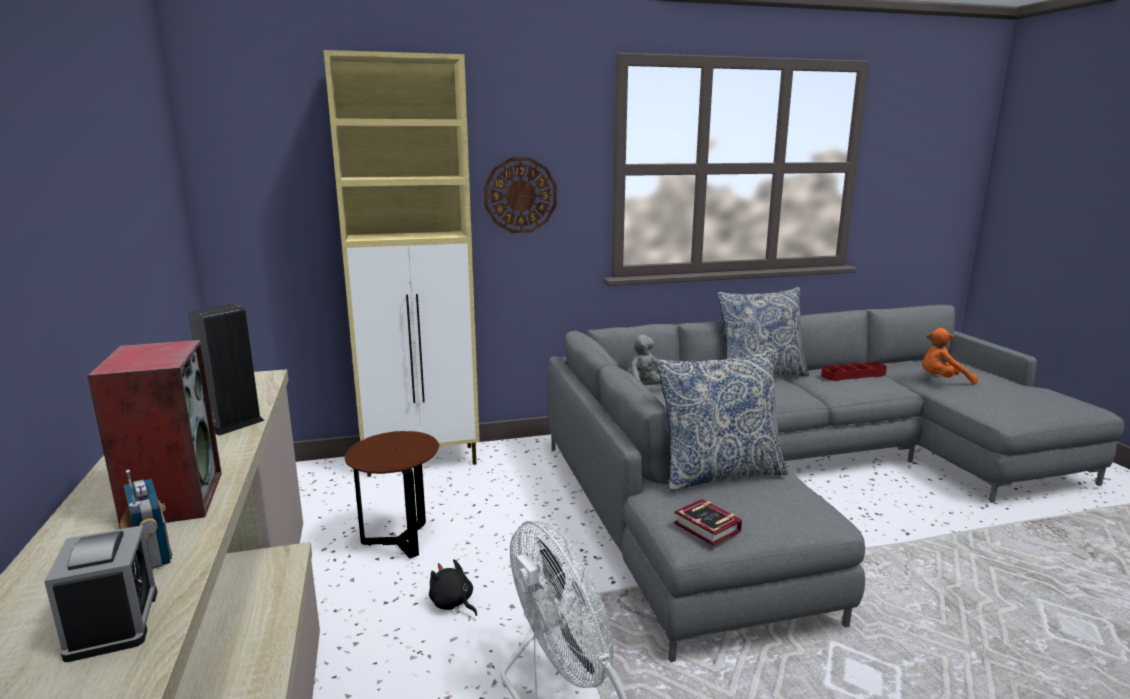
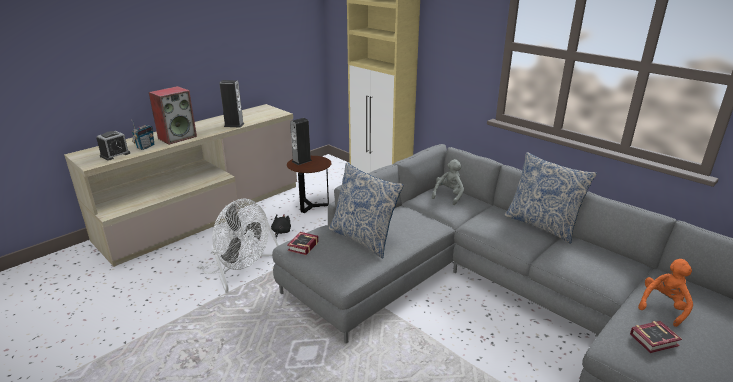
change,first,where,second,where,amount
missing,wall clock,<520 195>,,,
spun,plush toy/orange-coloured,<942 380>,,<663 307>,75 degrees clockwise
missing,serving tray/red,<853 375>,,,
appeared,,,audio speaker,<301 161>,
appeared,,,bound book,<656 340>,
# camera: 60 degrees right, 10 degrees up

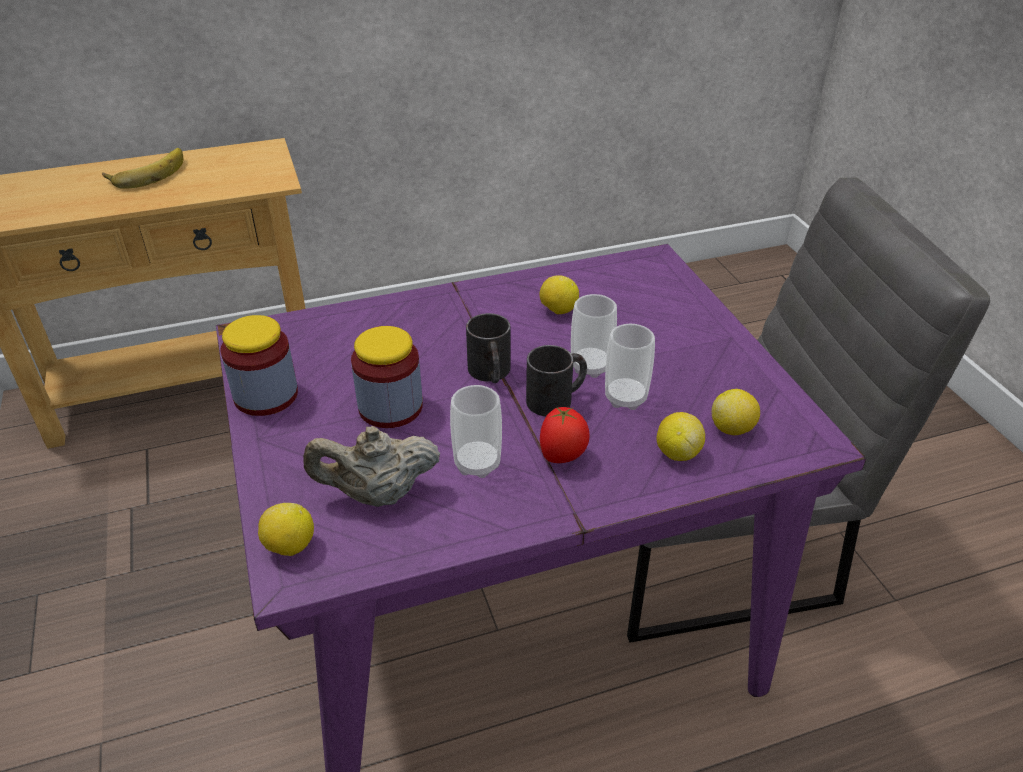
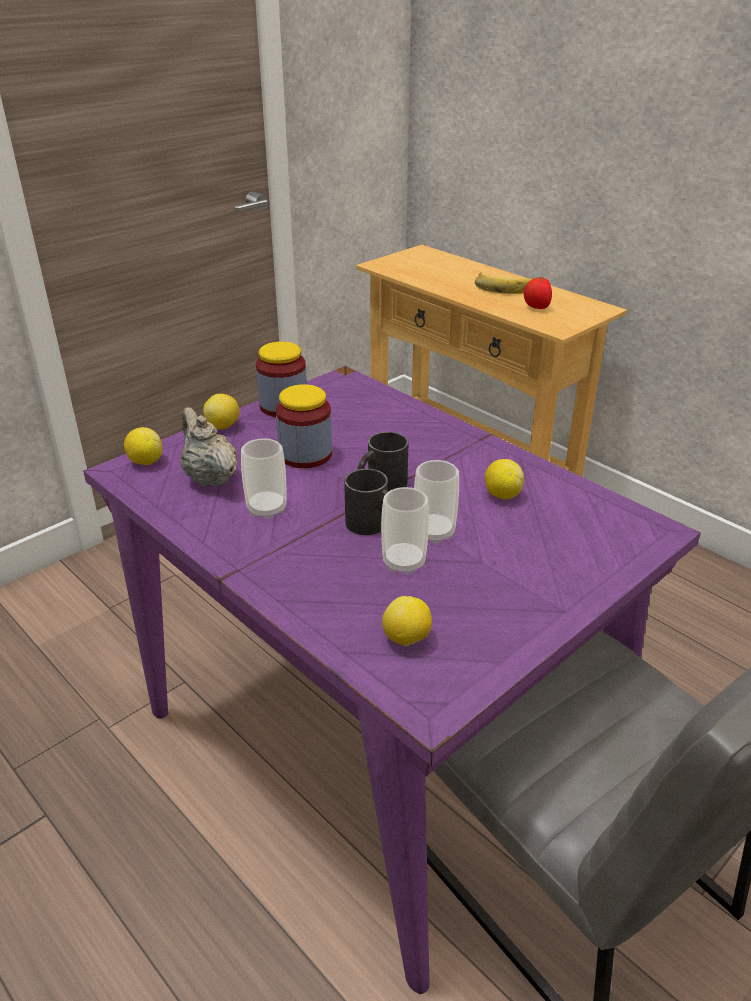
change,first,where,second,where,amount
relocated,fresh tomato,<563 457>,,<536 308>,
relocated,whole lemon,<677 453>,,<223 426>,
# camera: 65 degrees right, 5 degrees down

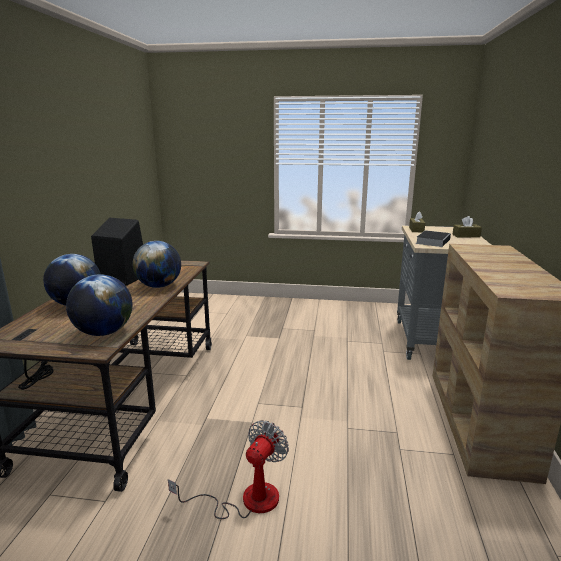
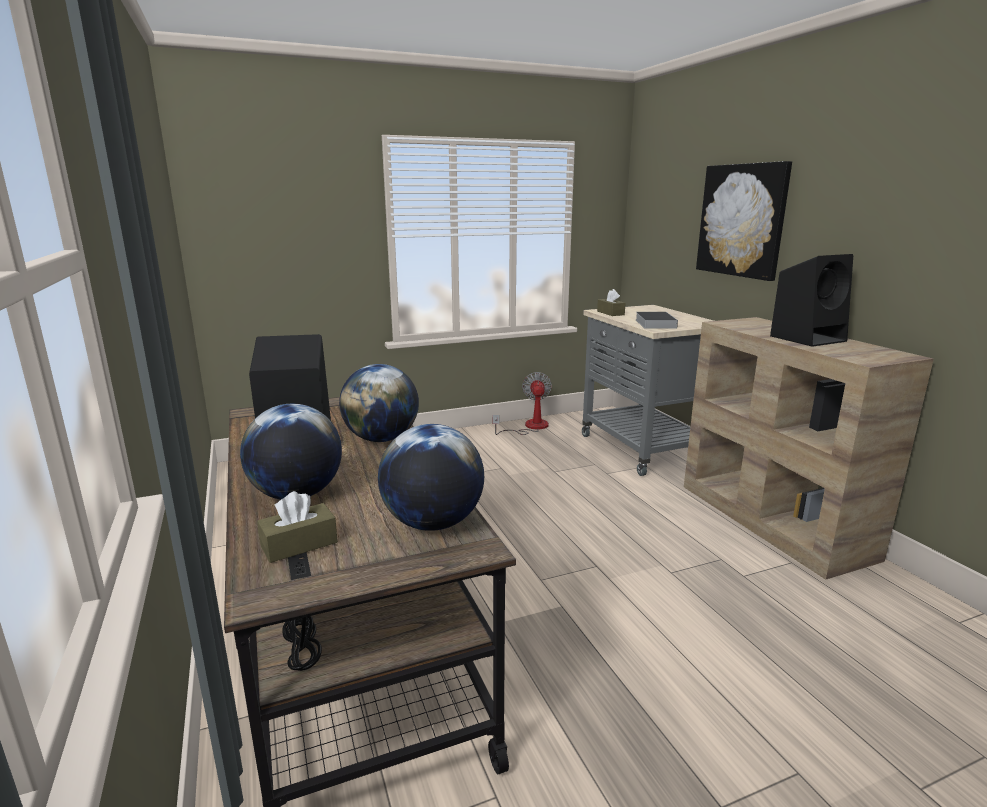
change,first,where,second,where,amount
relocated,tissue box/brown-coloured,<466 236>,,<299 544>,
relocated,cooling fan,<246 500>,,<529 427>,
appeared,,,wall picture,<742 220>,
appeared,,,audio speaker/black,<808 338>,
# camera: 30 degrees left, 0 degrees up

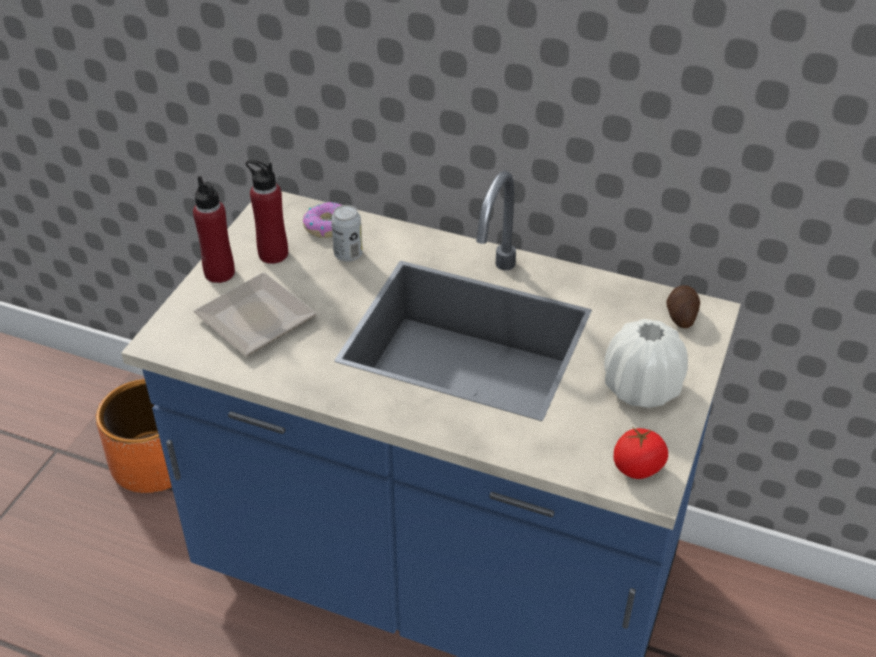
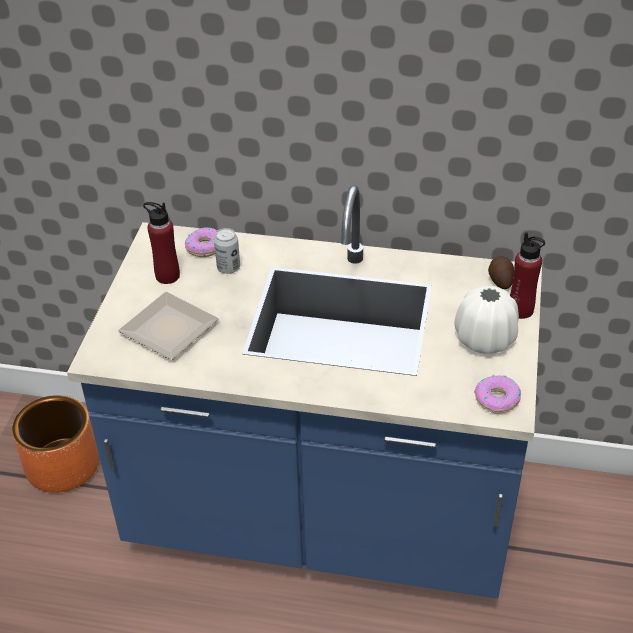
change,first,where,second,where,amount
relocated,drink bottle/red,<219 273>,,<520 310>,
exchanged,fresh tomato,<638 467>,donut,<497 399>,
# camera: 10 degrees left, 0 degrees up

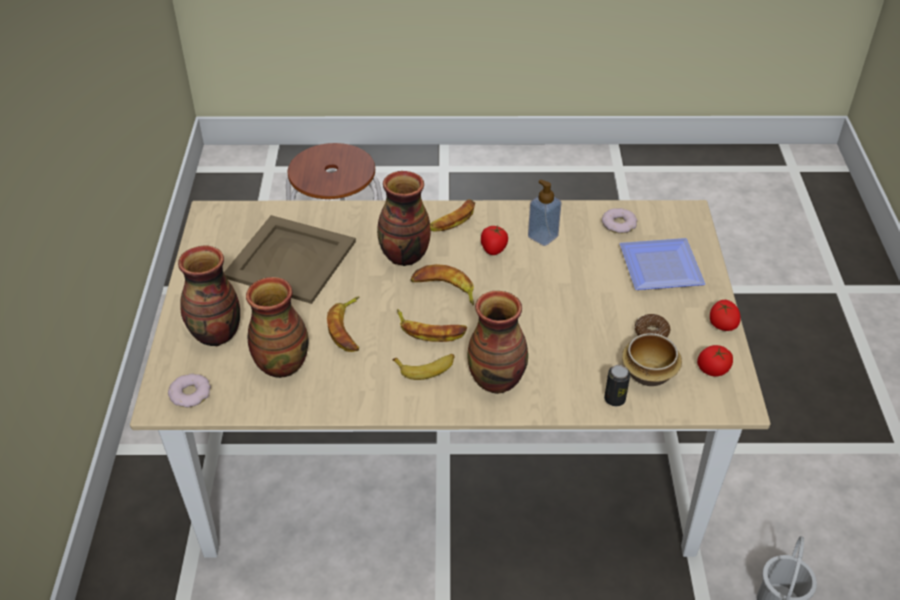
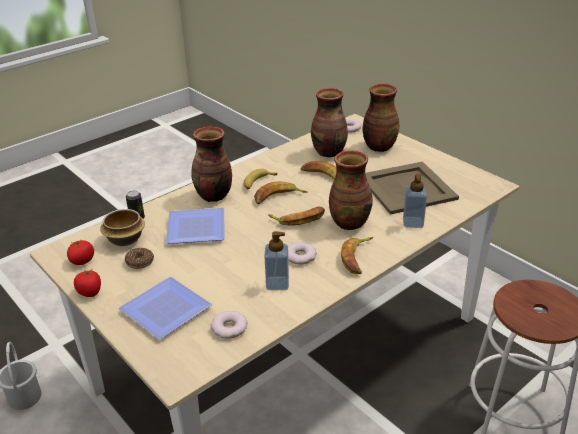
change,first,where,second,where,amount
exchanged,fresh tomato,<493 249>,donut,<300 256>,
appeared,,,soap bottle,<413 222>,
appeared,,,flat dish,<198 227>,
# camera: 140 degrees right, 10 degrees down

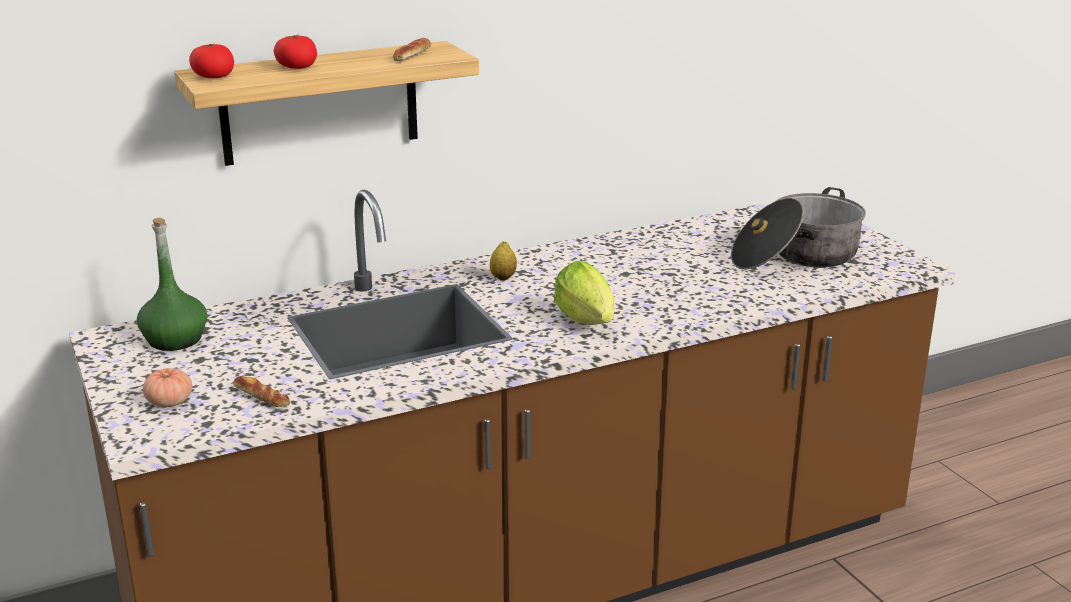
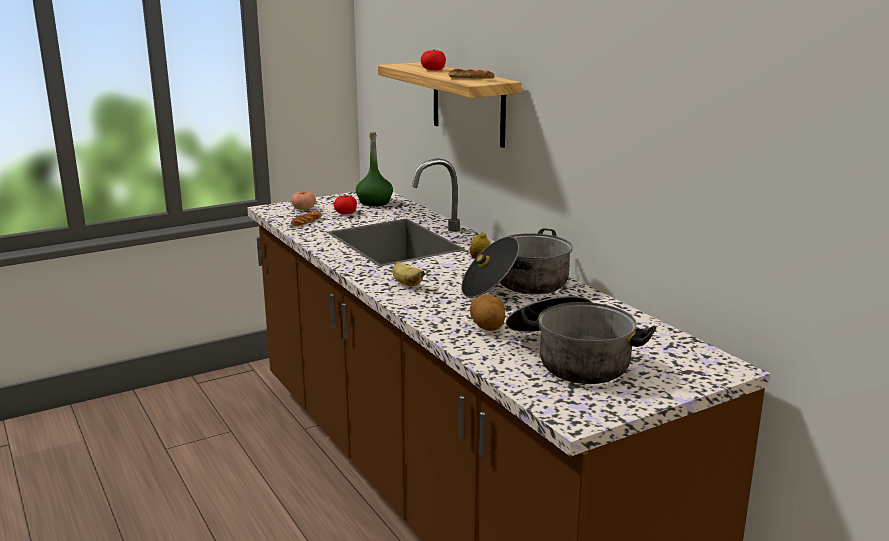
change,first,where,second,where,amount
relocated,fresh tomato,<214 76>,,<345 213>,
exchanged,head of lettuce,<588 323>,whole banana,<406 284>,
appeared,,,cooking pot,<516 286>,
appeared,,,potato,<487 327>,
# camera: 85 degrees right, 5 degrees down

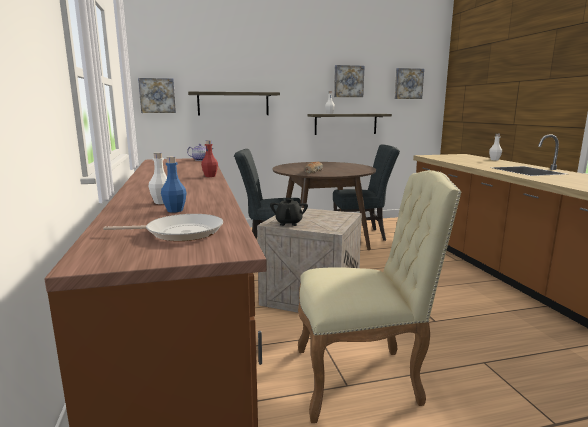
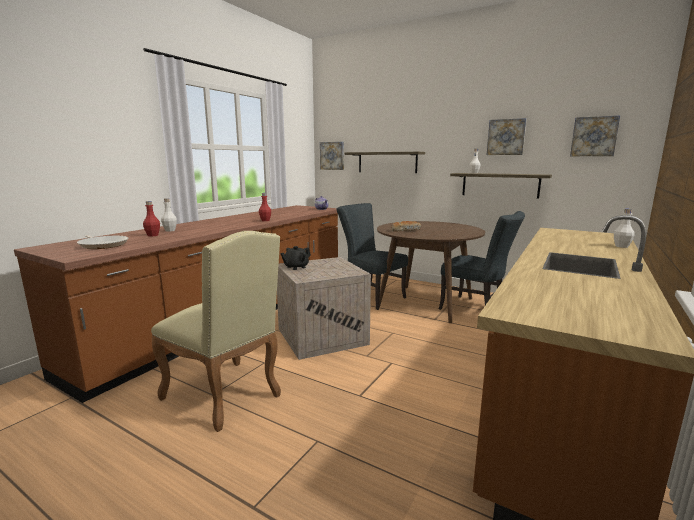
change,first,where,second,where,amount
colour,drink bottle/blue-coloured,<175 210>,drink bottle/red,<153 235>,
# camera: 45 degrees right, 0 degrees up

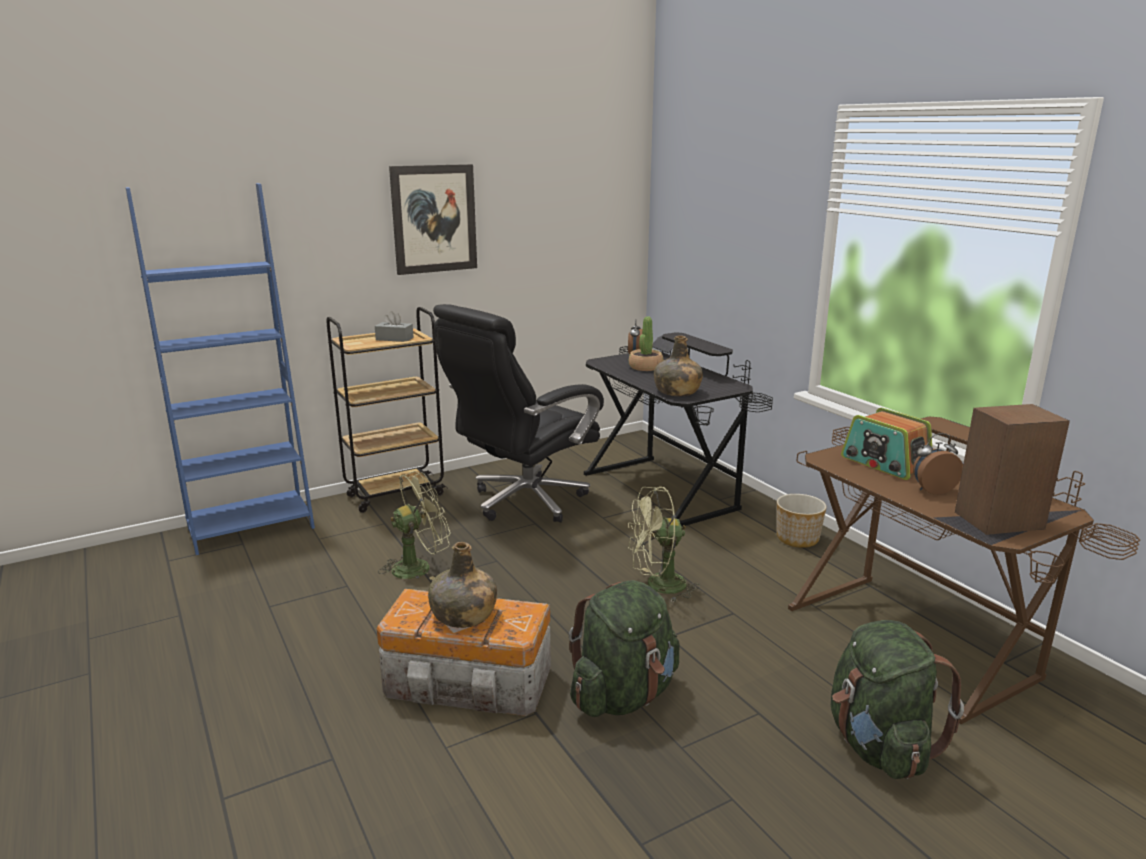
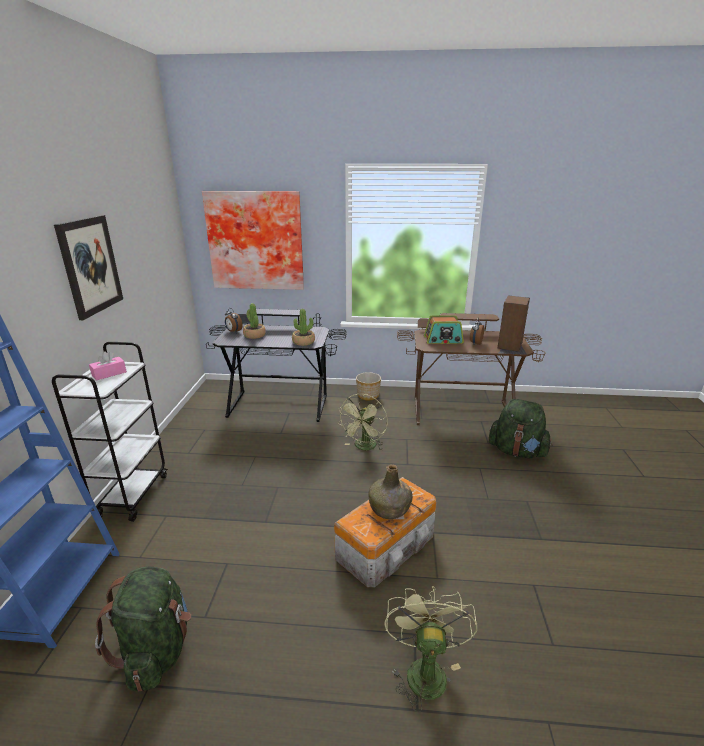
change,first,where,second,where,amount
missing,computer chair/black,<523 503>,,,
colour,wheeled cart/brown-coloured,<396 494>,wheeled cart/white,<133 495>,
colour,tissue box/greyish,<394 339>,tissue box/pinkish,<109 374>,
exchanged,drink bottle/green,<677 392>,potted plant,<303 342>,
relocated,cooling fan/green,<418 566>,,<424 669>,
relocated,knapsack/green,<623 695>,,<157 650>,
appeared,,,wall picture,<256 241>,
# camera: 55 degrees left, 5 degrees up

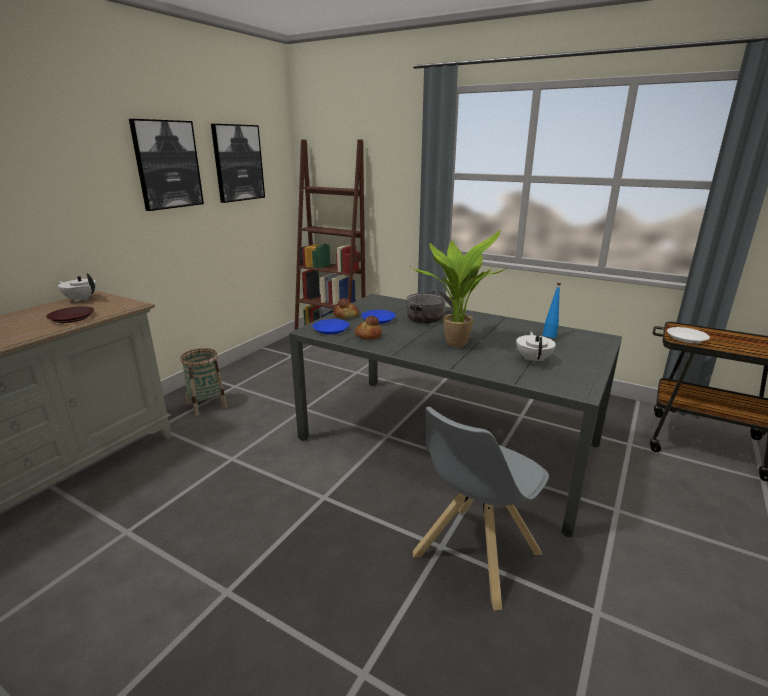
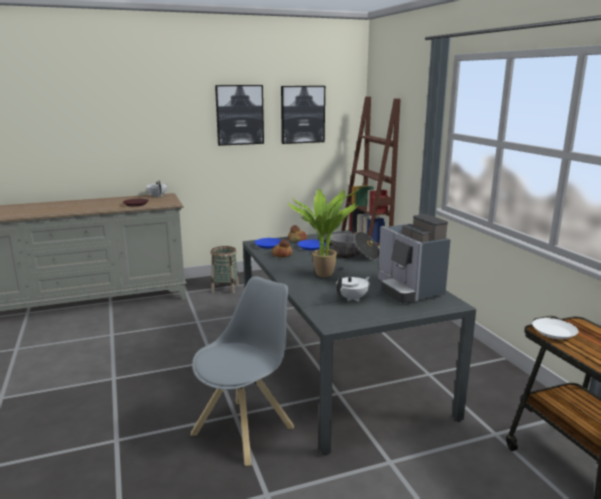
change,first,where,second,where,amount
exchanged,drink bottle/blue-coloured,<550 336>,coffee brewer,<408 290>,
spun,plain chair/greyish,<474 555>,,<245 429>,135 degrees clockwise
# camera: 40 degrees right, 5 degrees down

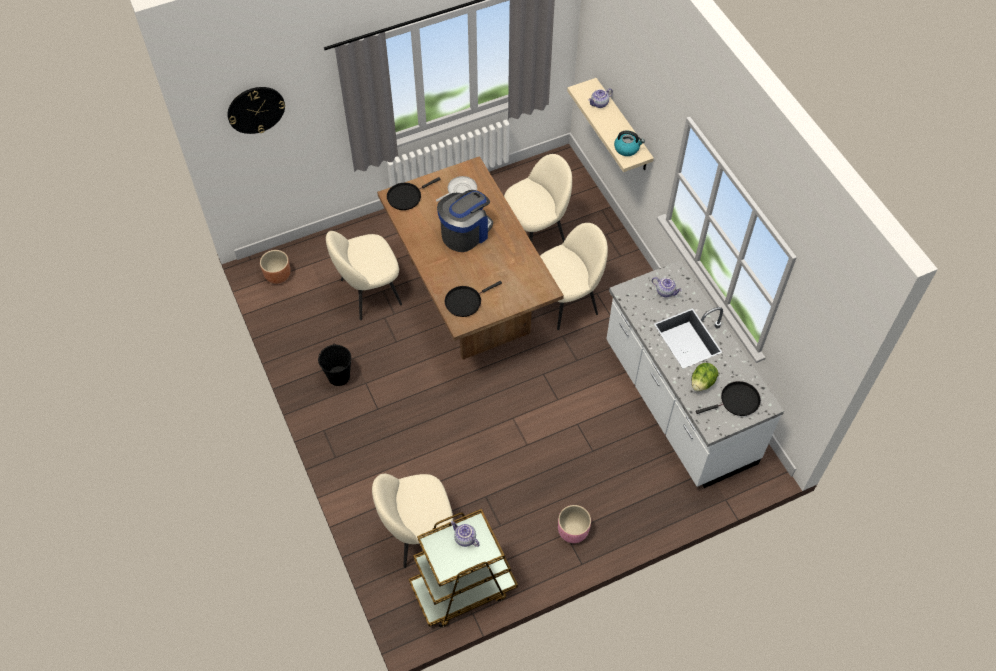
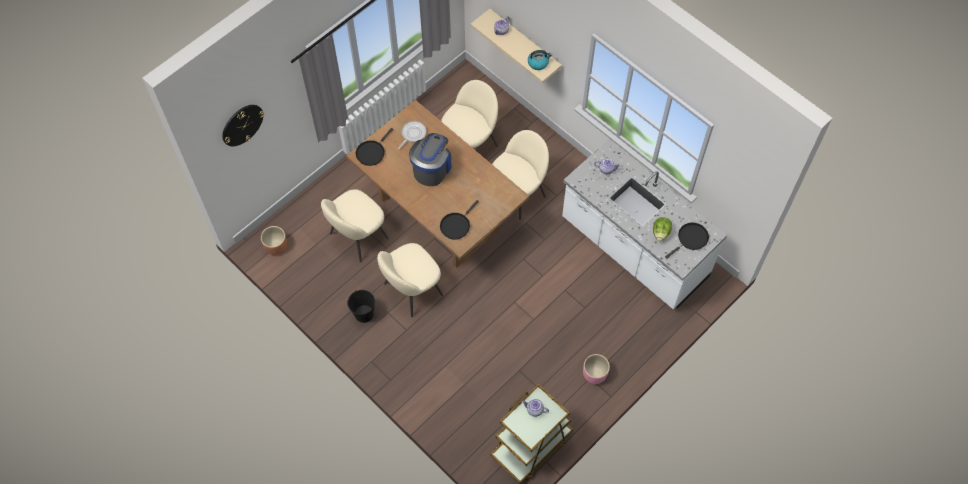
change,first,where,second,where,amount
relocated,plain chair/beige,<417 533>,,<411 290>,
# camera: 20 degrees left, 5 degrees up

